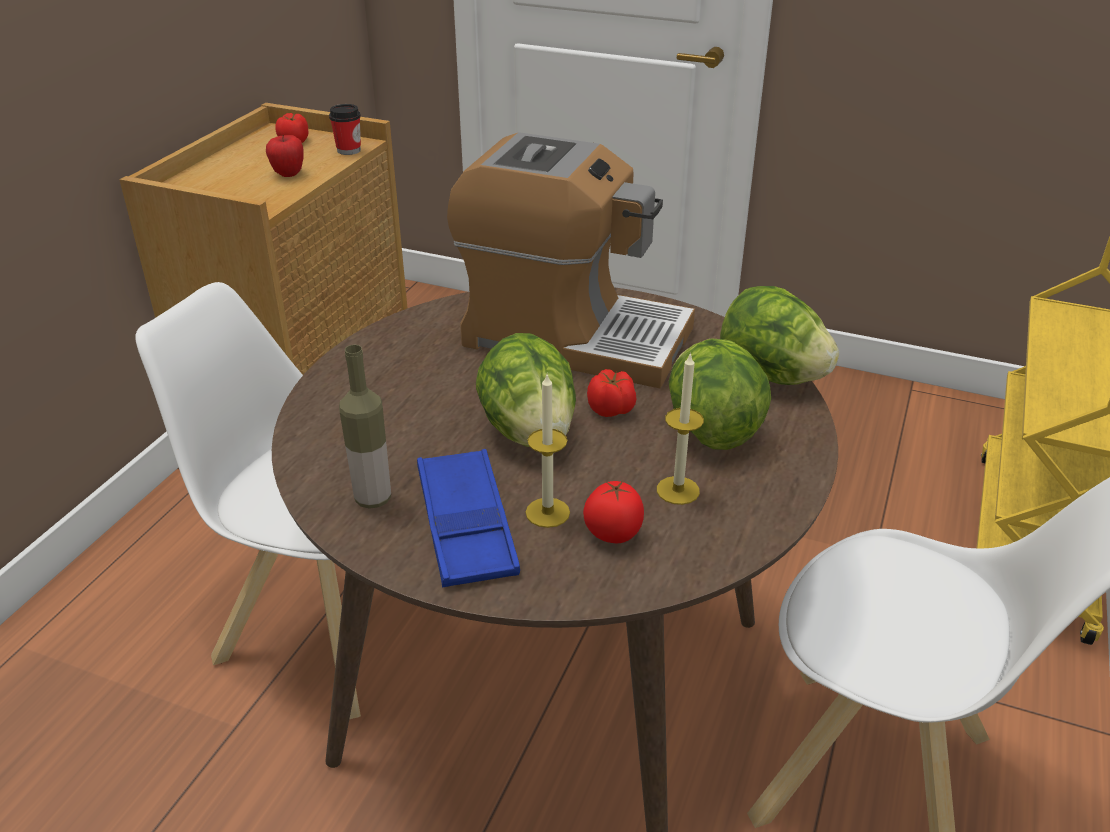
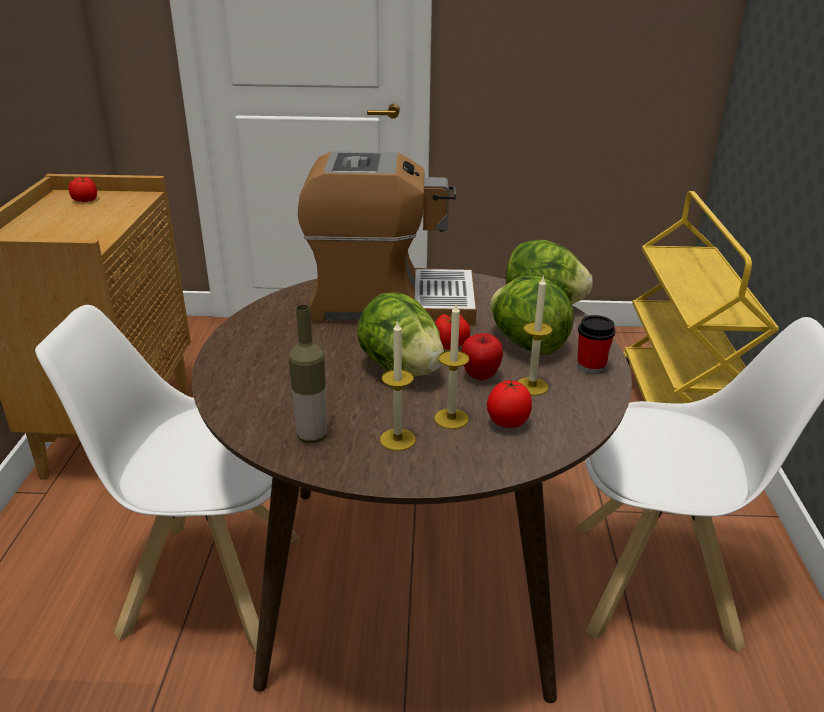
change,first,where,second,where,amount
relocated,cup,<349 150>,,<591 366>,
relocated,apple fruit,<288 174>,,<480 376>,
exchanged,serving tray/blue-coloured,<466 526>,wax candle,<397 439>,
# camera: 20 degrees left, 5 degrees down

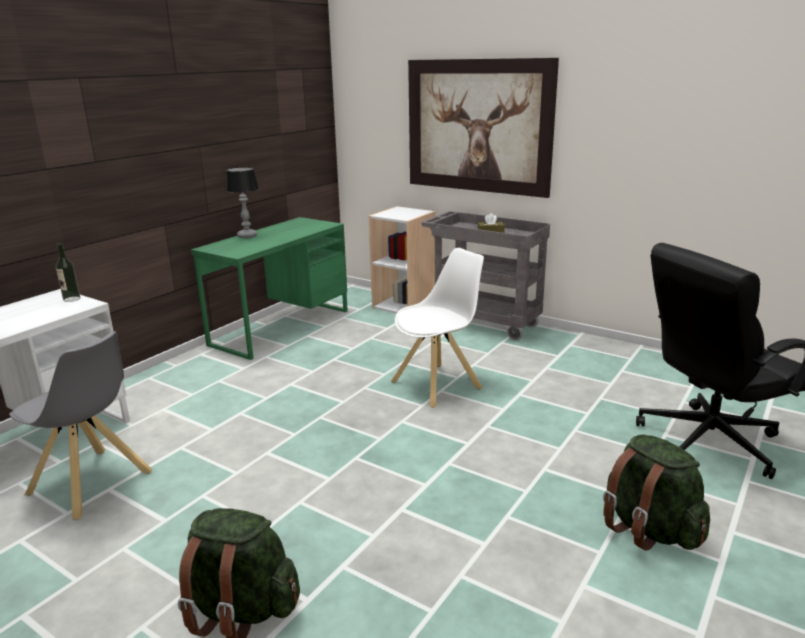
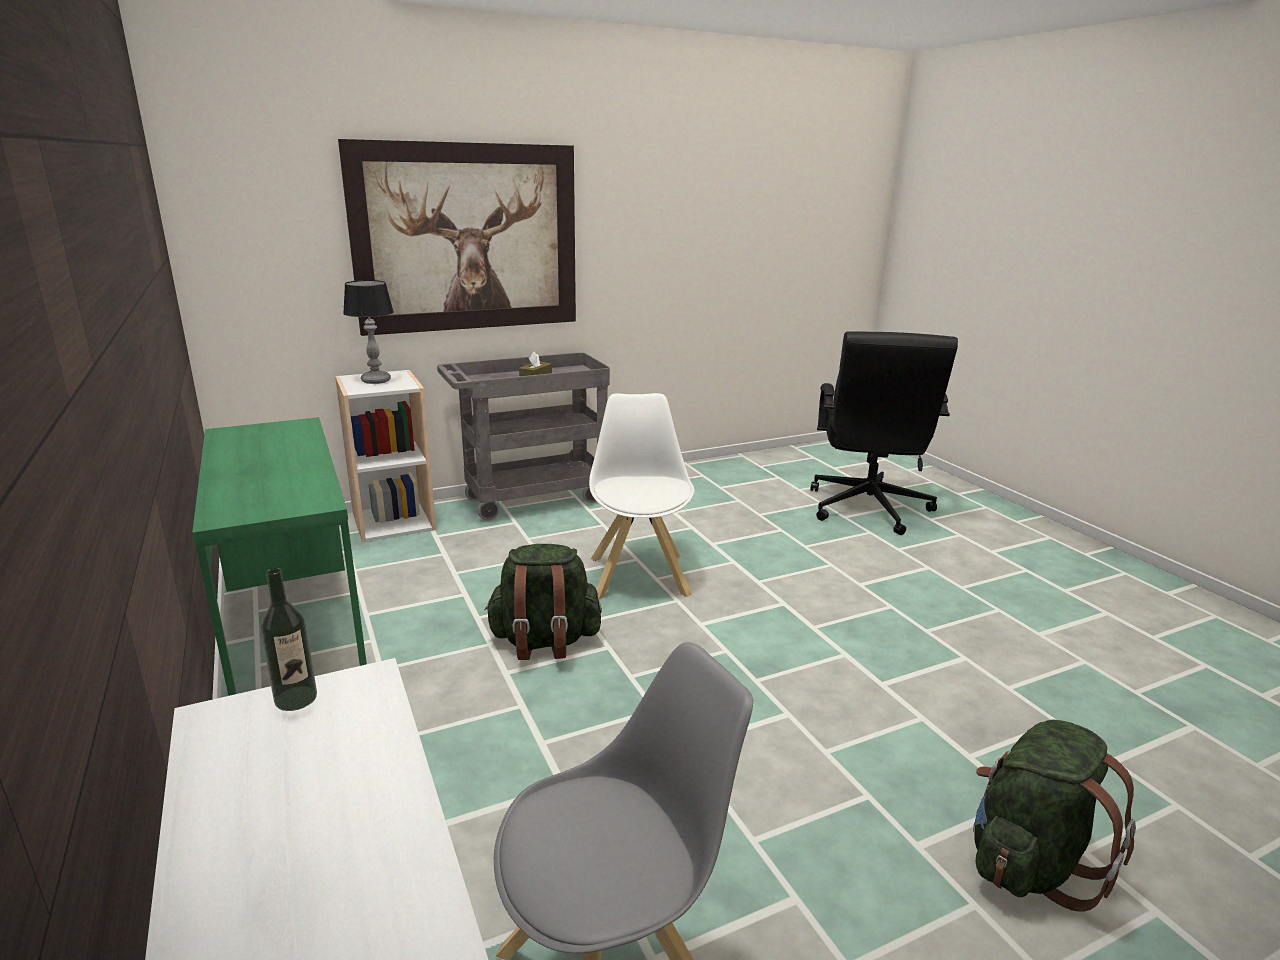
change,first,where,second,where,amount
relocated,lamp for a table,<247 236>,,<375 380>,
relocated,knapsack/green,<649 529>,,<544 641>,
# camera: 60 degrees left, 0 degrees up

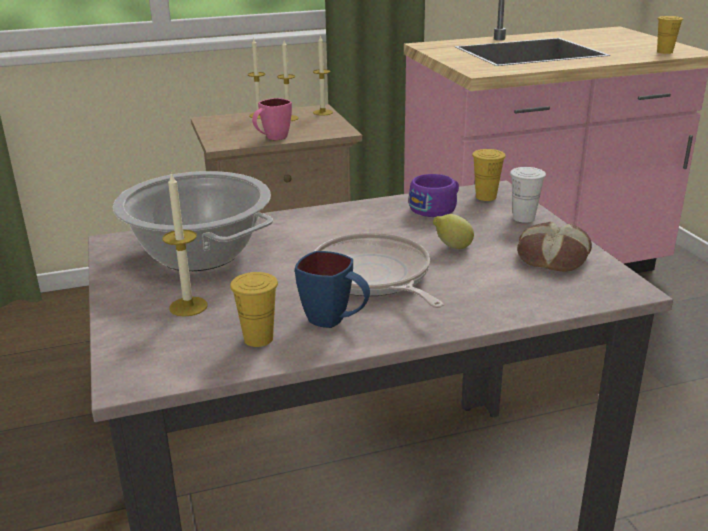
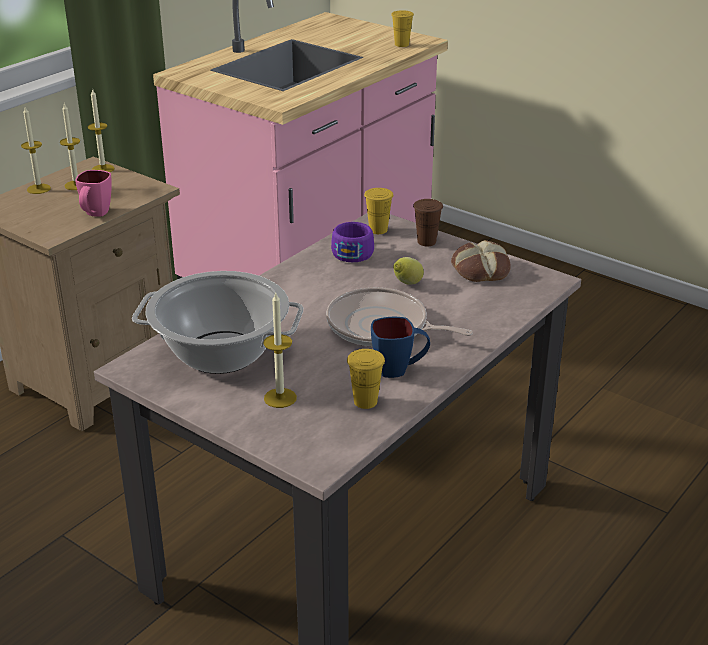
change,first,where,second,where,amount
colour,cup/white,<523 218>,cup/brown-coloured,<426 242>,
# camera: 35 degrees left, 5 degrees up

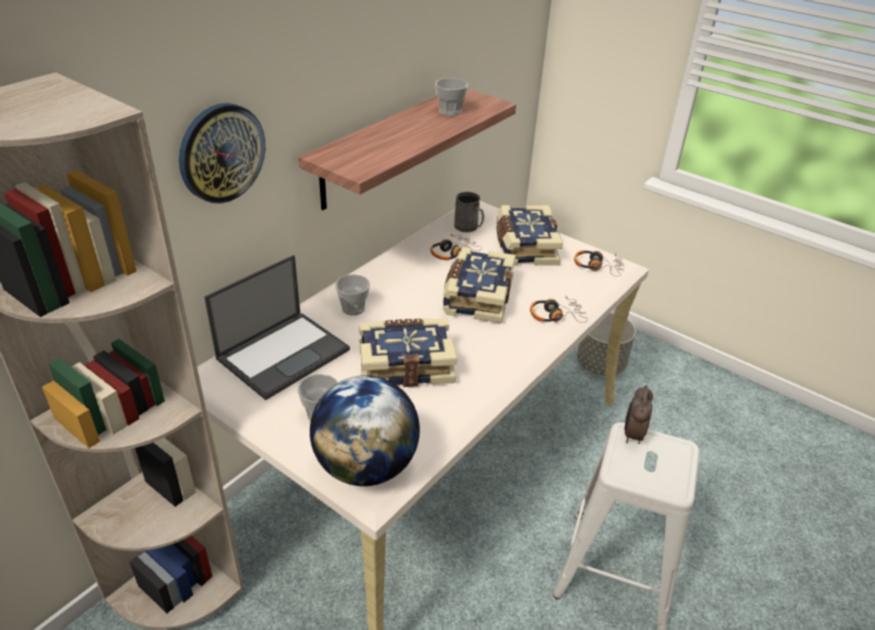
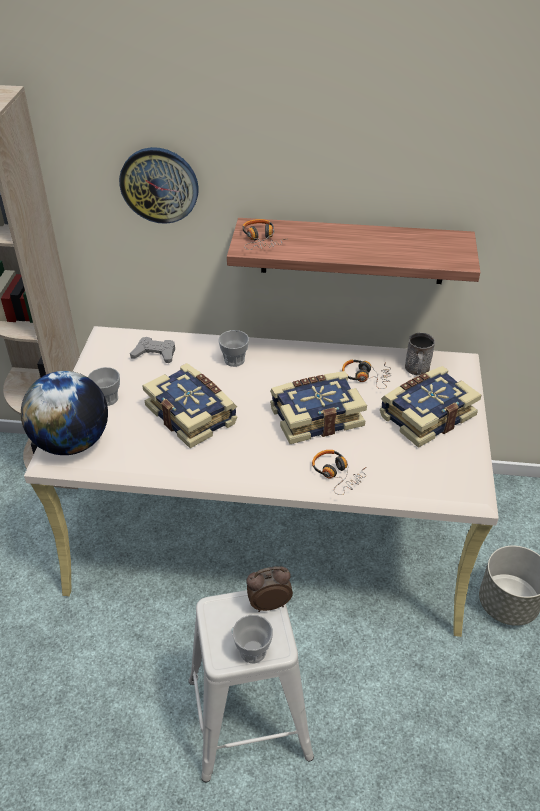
change,first,where,second,where,amount
relocated,cup,<450 111>,,<253 651>,
relocated,pair of headphones,<598 267>,,<261 240>,
exchanged,notebook computer,<284 353>,gamepad/greyish,<155 354>,
# camera: 60 degrees right, 5 degrees up

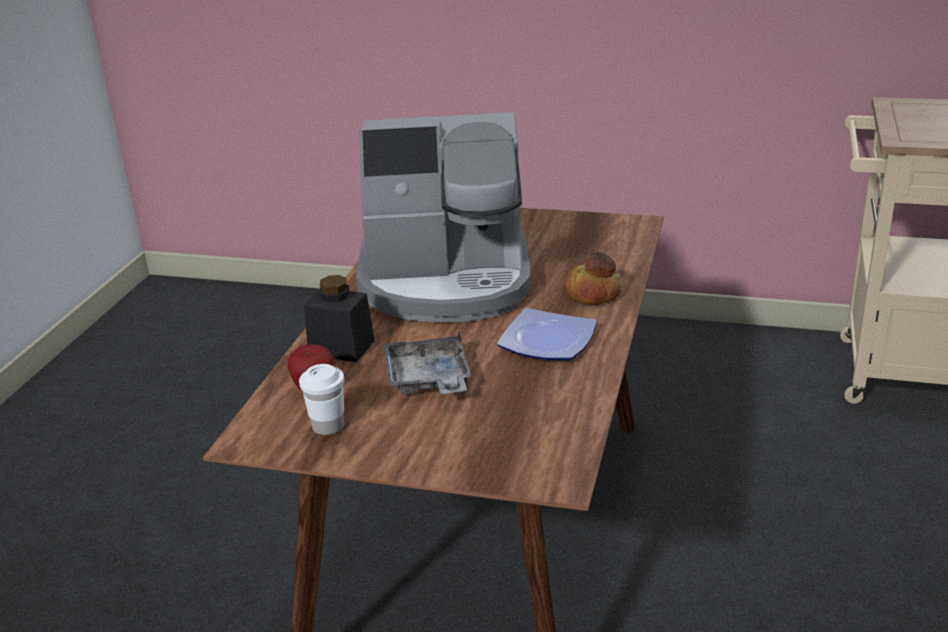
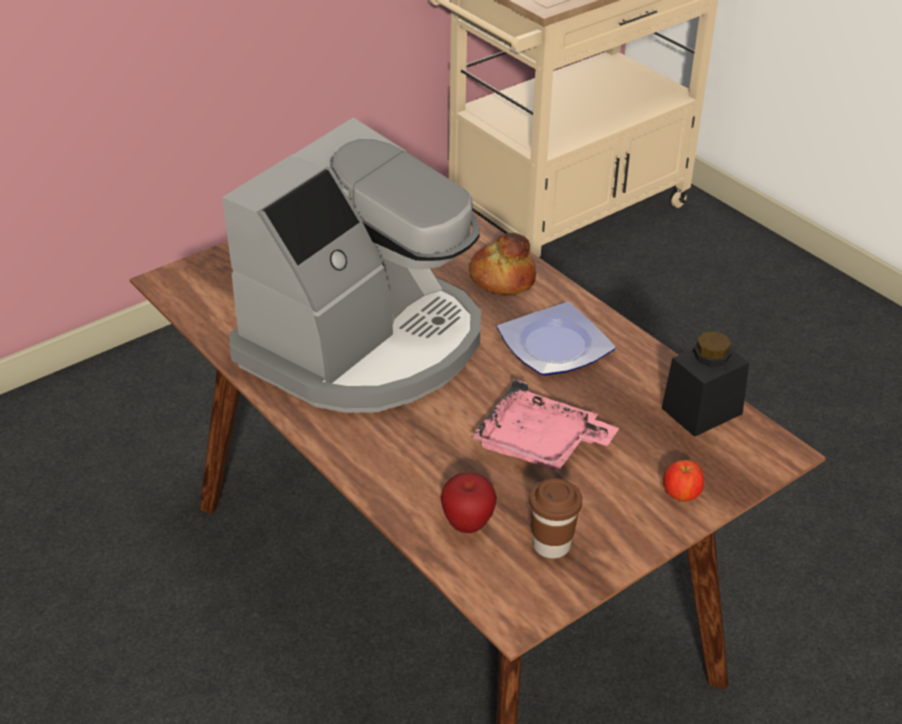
change,first,where,second,where,amount
relocated,storage jar/black,<341 347>,,<701 411>,
colour,serving tray/greyish,<428 380>,serving tray/pinkish,<540 445>,
colour,cup/white,<328 427>,cup/brown-coloured,<551 545>,
appeared,,,apple fruit,<681 495>,
# camera: 55 degrees left, 10 degrees up

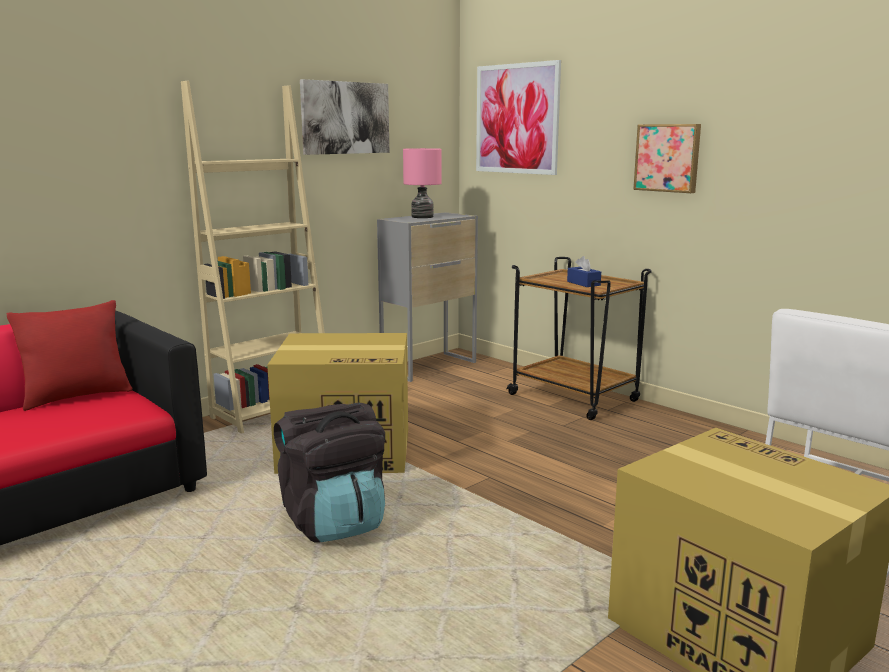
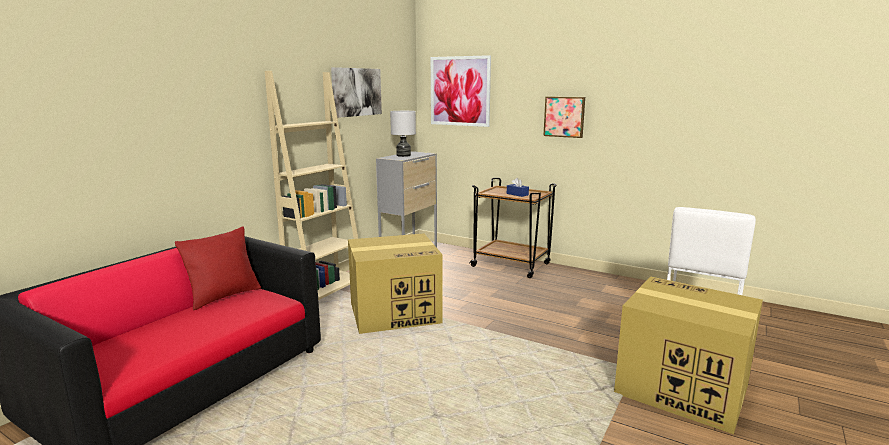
change,first,where,second,where,amount
colour,lamp for a table/pinkish,<422 217>,lamp for a table/greyish,<403 155>,
missing,knapsack/black,<334 522>,,,
# camera: 15 degrees left, 0 degrees up

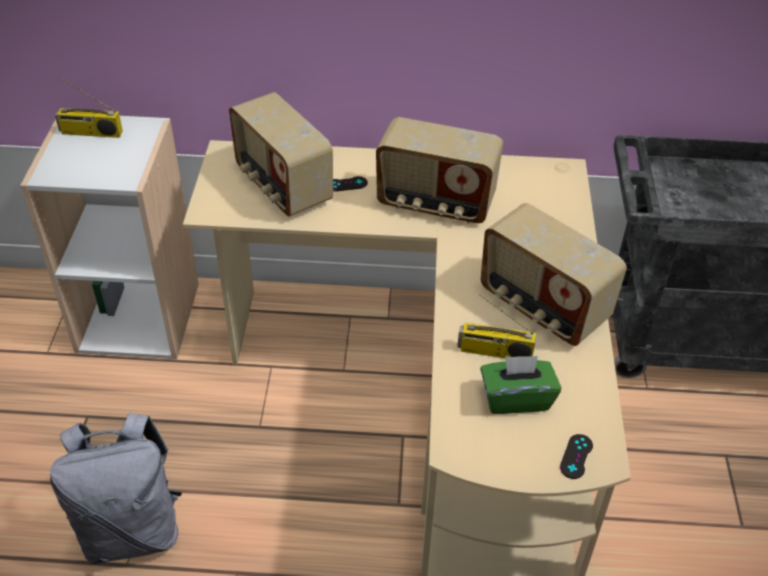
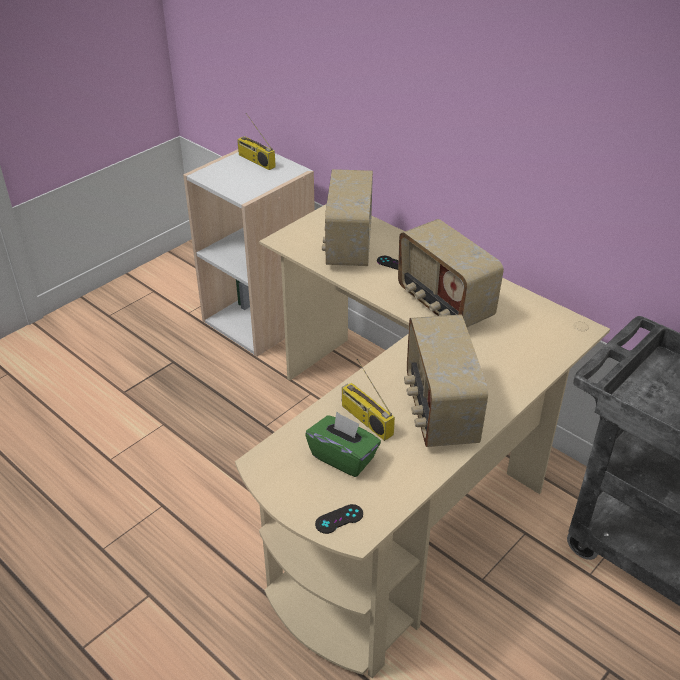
change,first,where,second,where,amount
missing,knapsack/greyish,<132 530>,,,
# camera: 40 degrees right, 5 degrees down

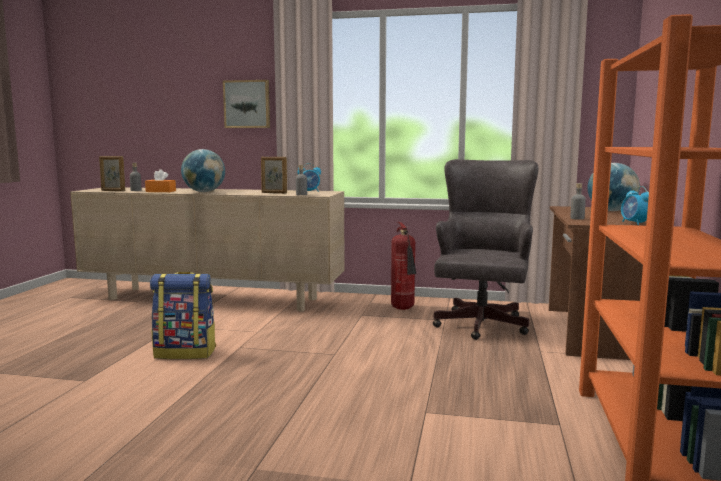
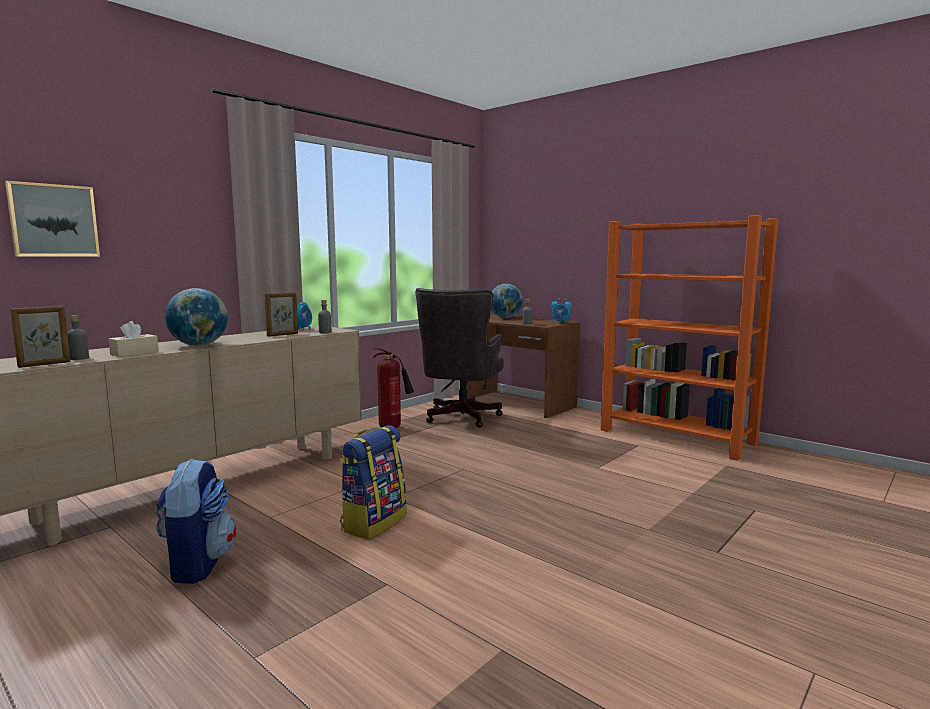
change,first,where,second,where,amount
relocated,wall picture,<247 104>,,<53 220>,
spun,computer chair/greyish,<481 323>,,<461 418>,120 degrees counterclockwise
colour,tissue box/orange-coloured,<161 191>,tissue box/beige,<134 353>,
appeared,,,knapsack,<198 564>,
# camera: 60 degrees left, 0 degrees up

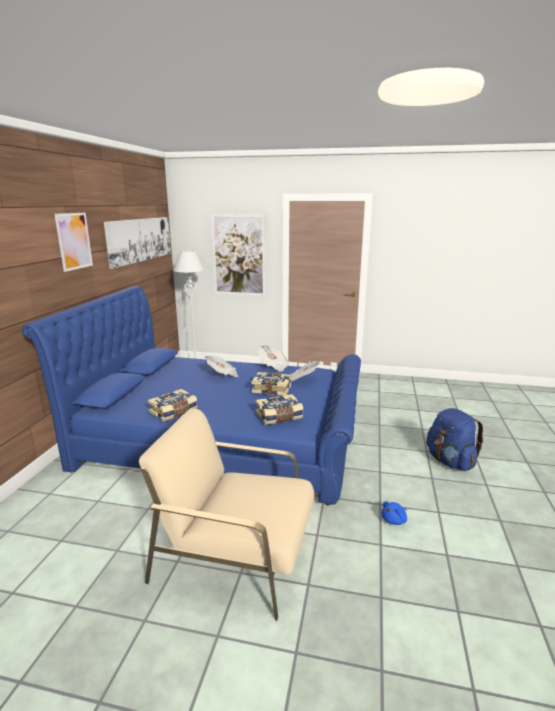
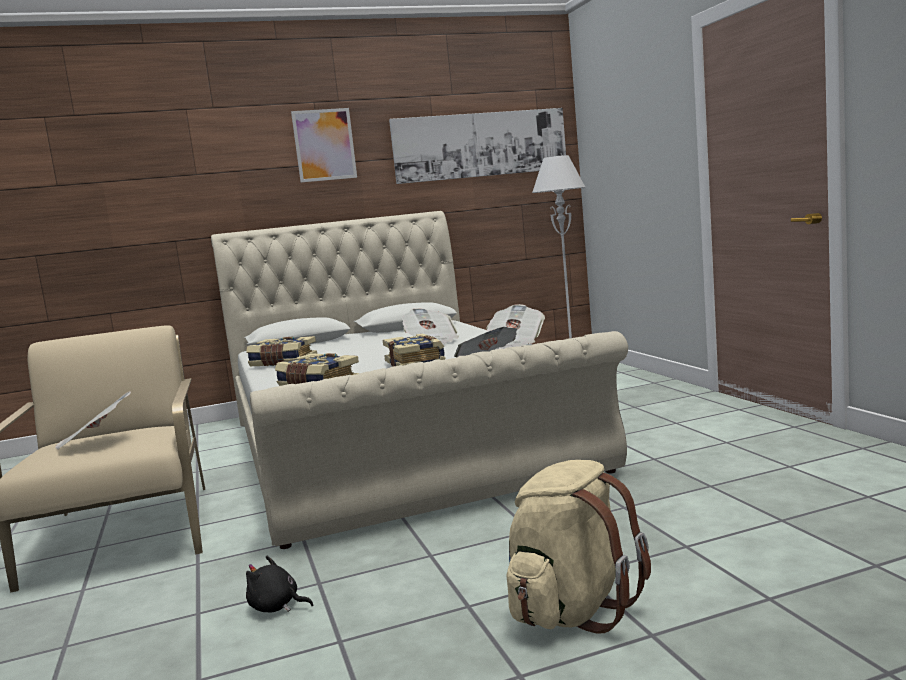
change,first,where,second,where,amount
missing,wall picture,<238 255>,,,
colour,bedroom bed/blue-coloured,<221 437>,bedroom bed/beige,<395 442>,
colour,knapsack/blue-coloured,<450 461>,knapsack/beige,<573 609>,
colour,plush toy/blue-coloured,<394 520>,plush toy/black,<277 607>,
appeared,,,printed paper,<94 443>,
# camera: 60 degrees right, 10 degrees down

